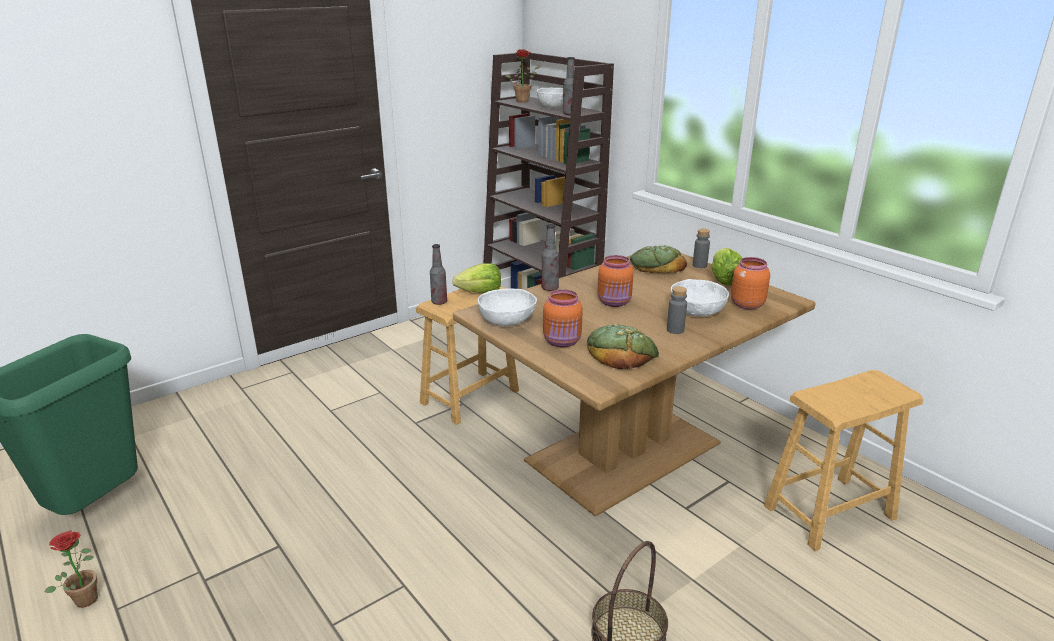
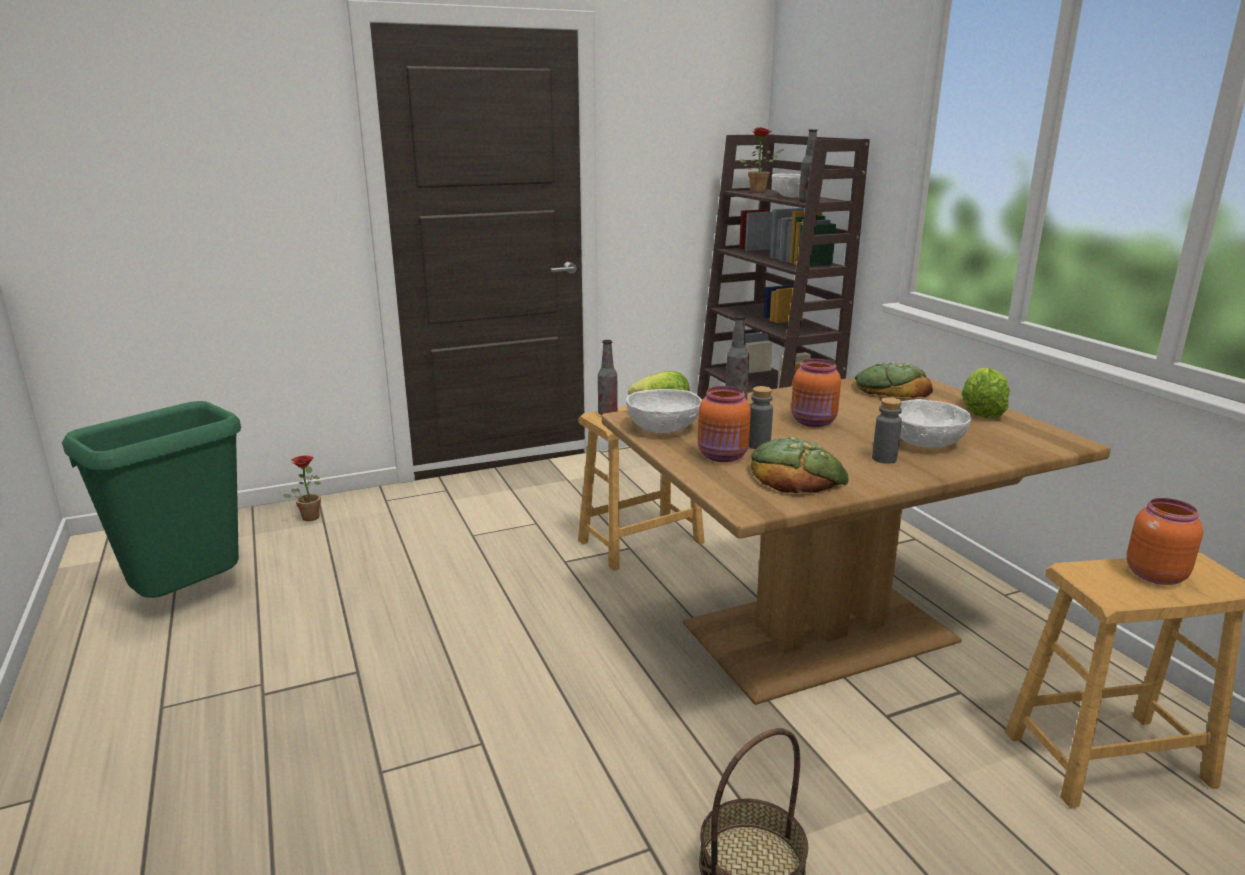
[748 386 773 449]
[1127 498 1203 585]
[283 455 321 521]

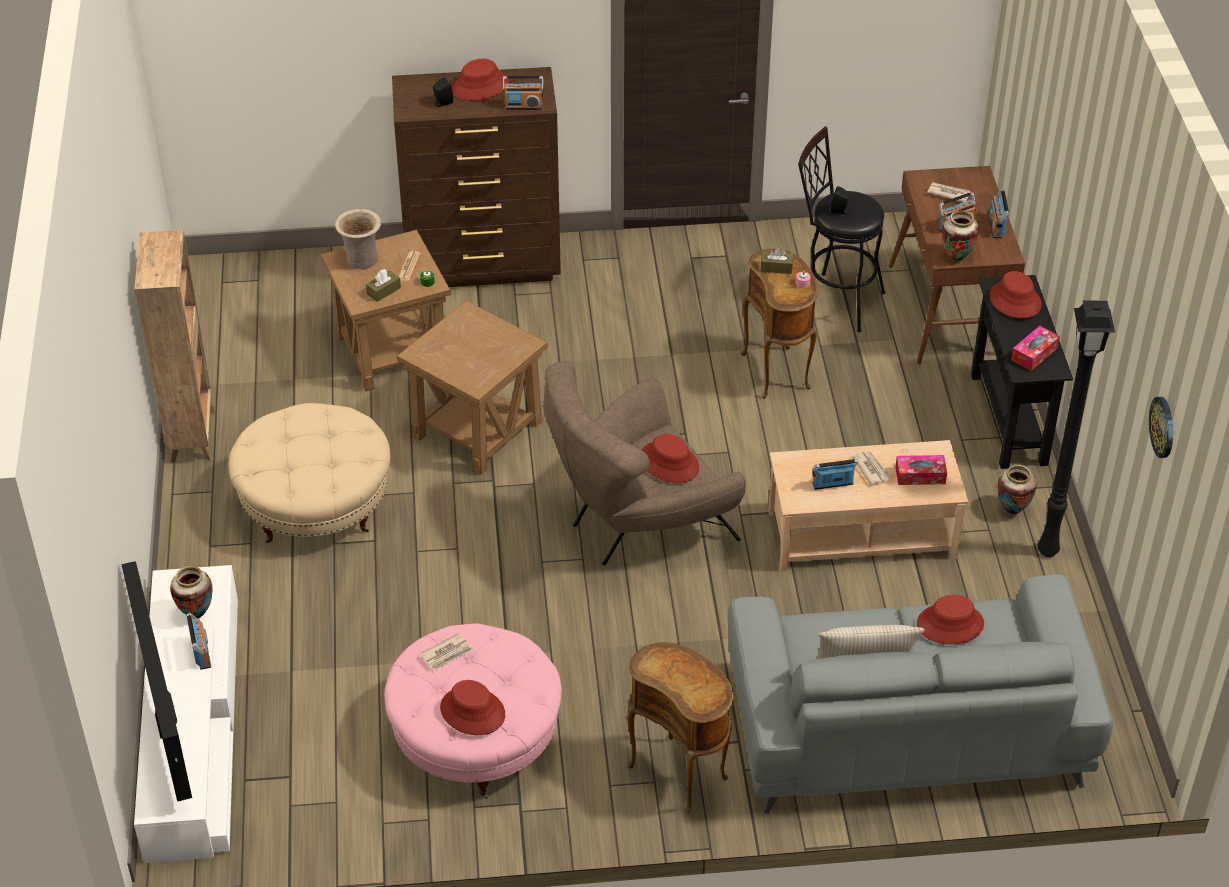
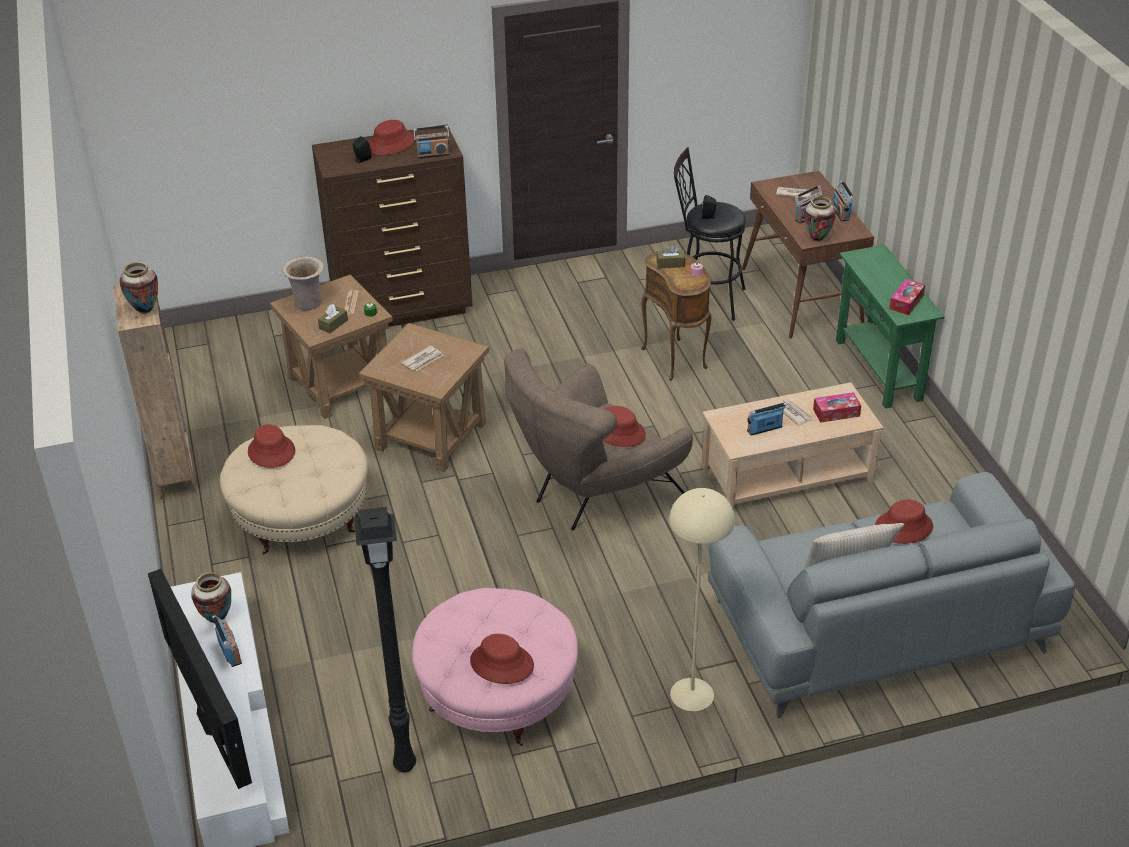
[248 424 295 468]
[836 245 945 409]
[354 507 416 772]
[1149 397 1173 458] (first image)
[120 262 158 314]
[402 346 443 371]
[669 488 735 711]

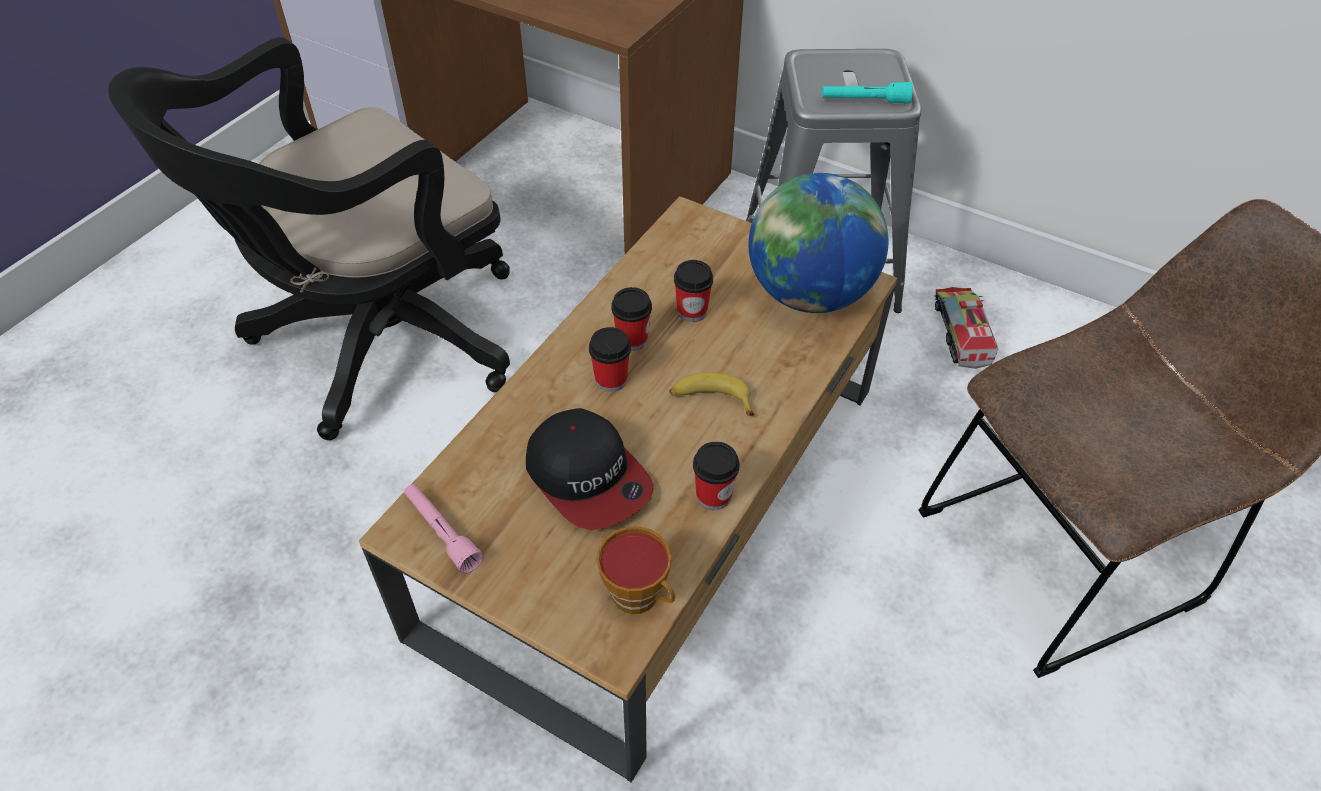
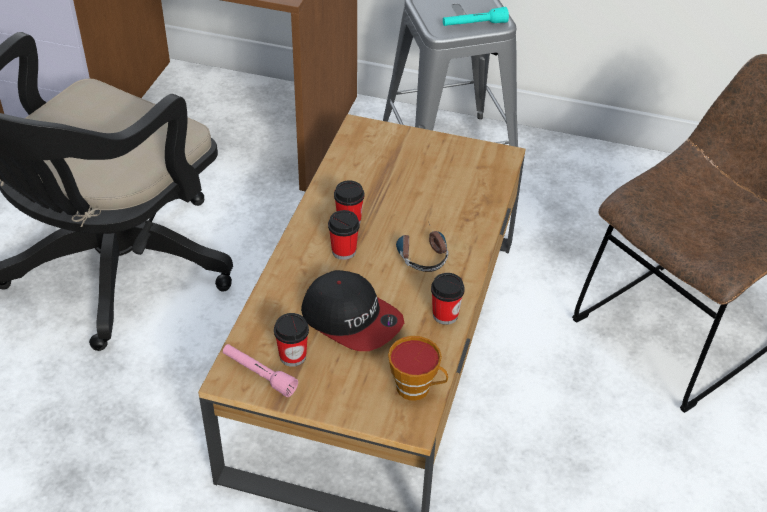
[749 173 888 313] (first image)
[274 313 309 367]
[935 287 999 369] (first image)
[396 224 449 272]

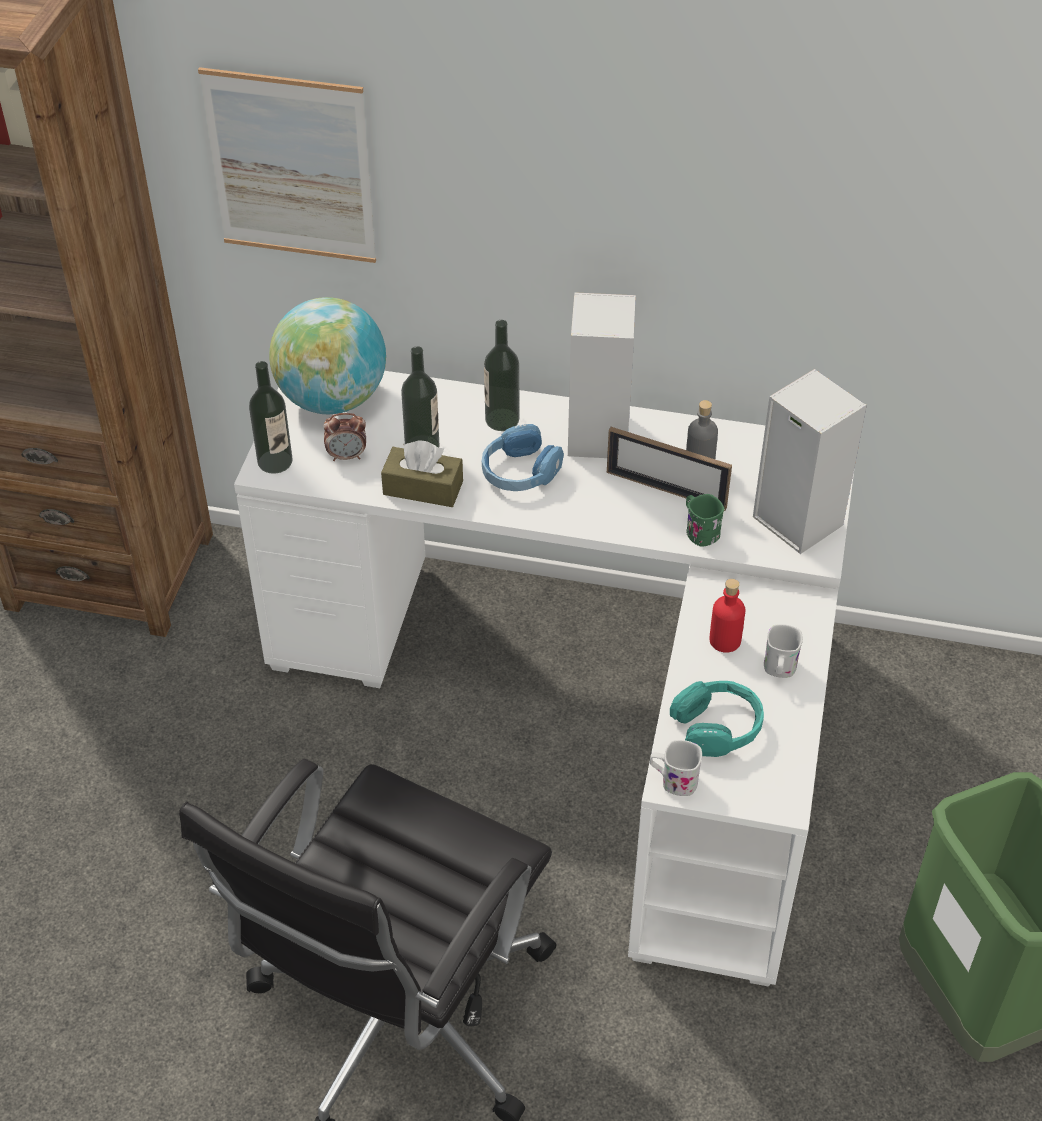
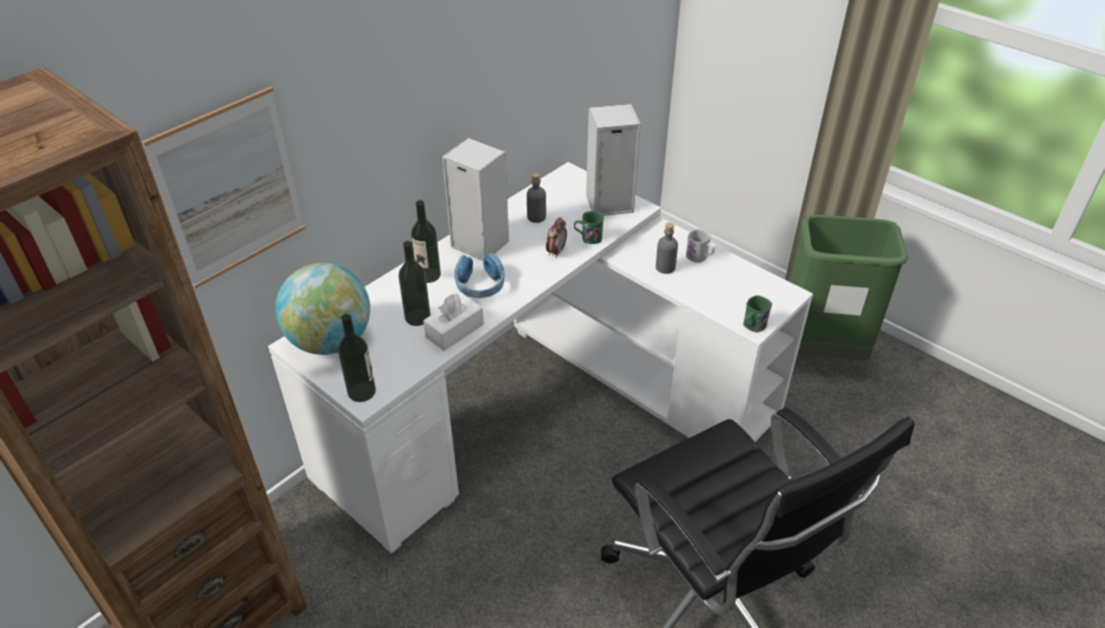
[546 217 567 258]
[607 427 732 511] (first image)
[423 293 484 351]
[656 223 678 274]
[670 681 764 757] (first image)
[743 295 772 332]

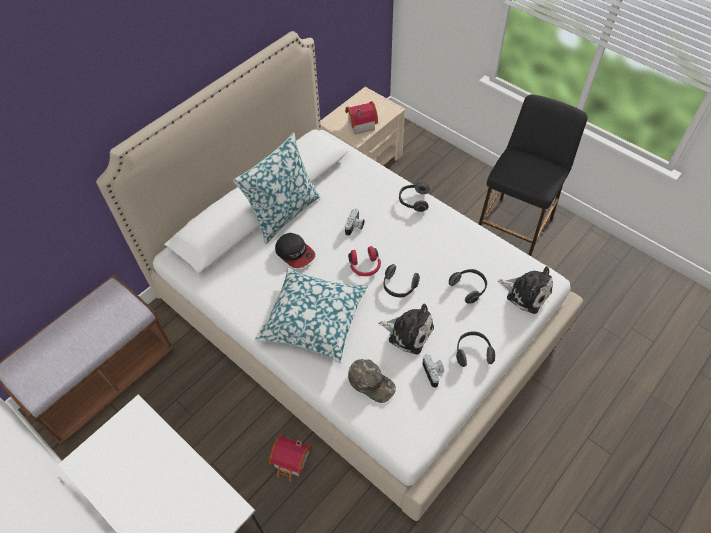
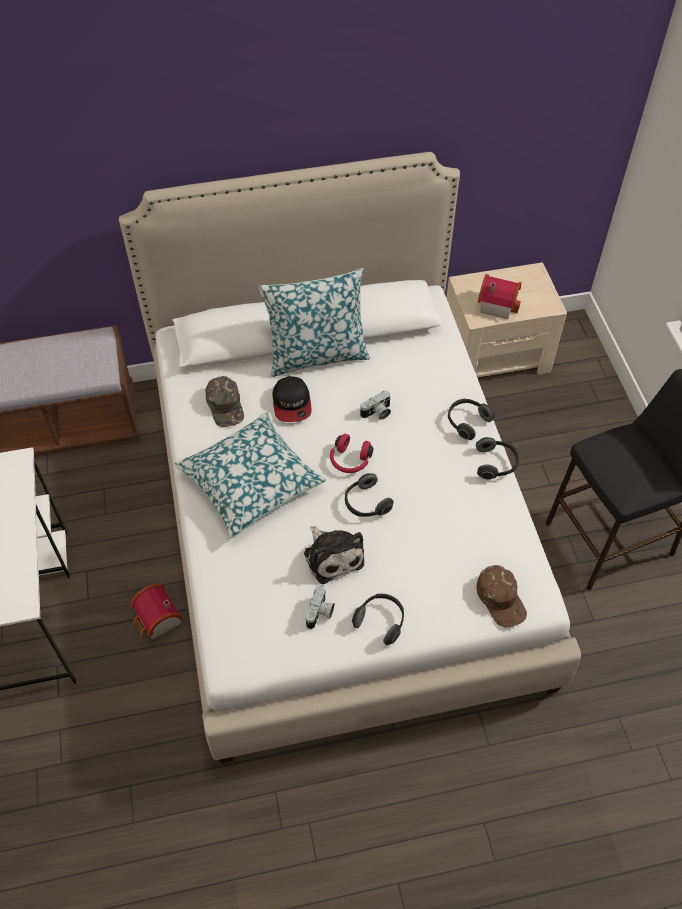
[477 565 527 628]
[476 437 519 480]
[205 376 244 427]

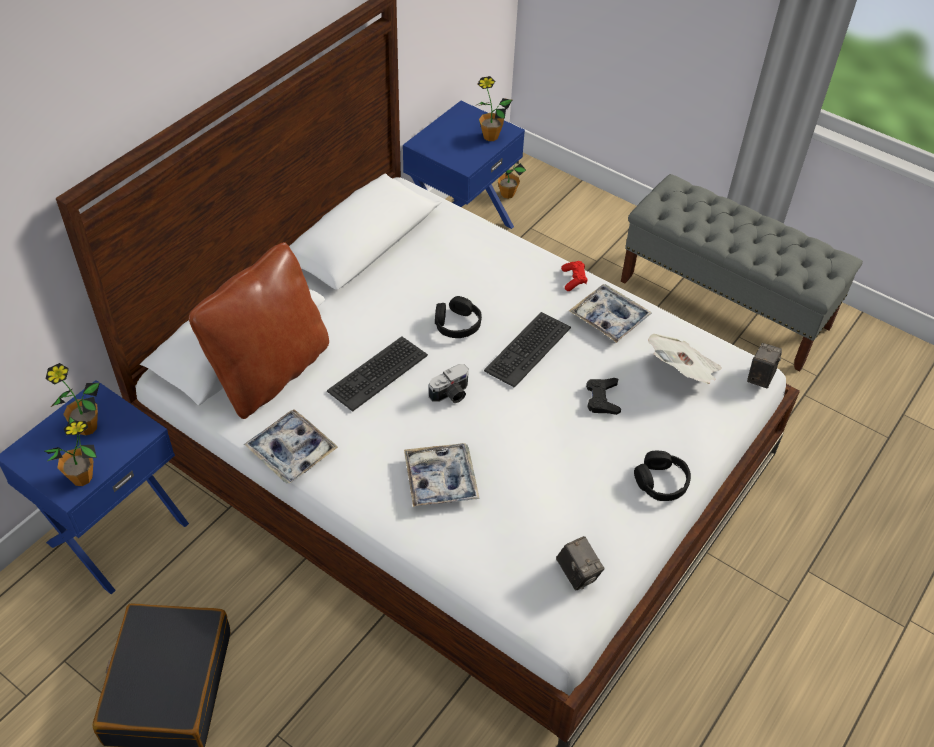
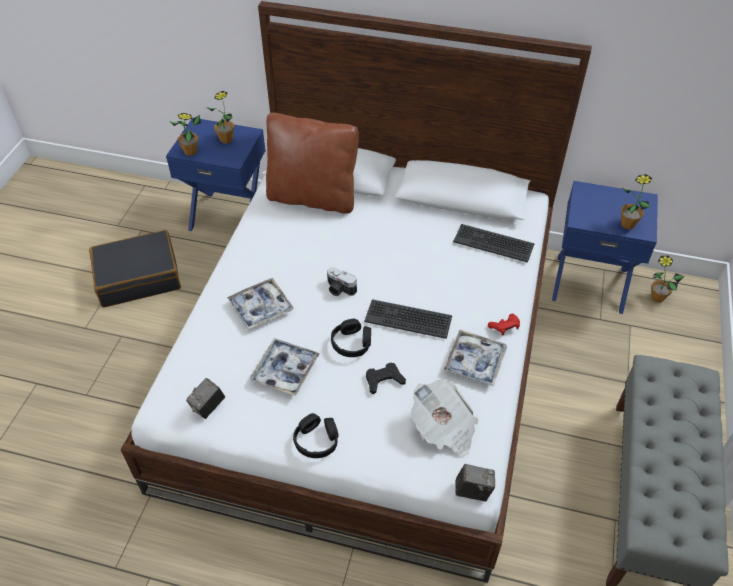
[331 319 371 357]
[453 224 534 263]
[250 338 320 396]

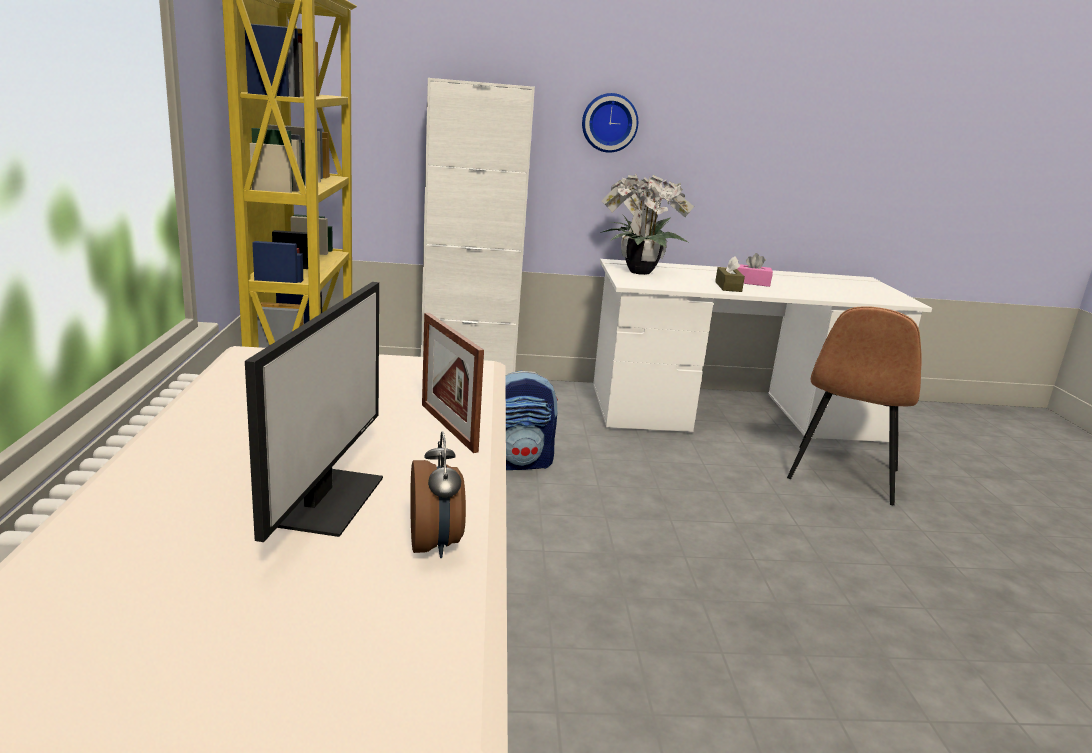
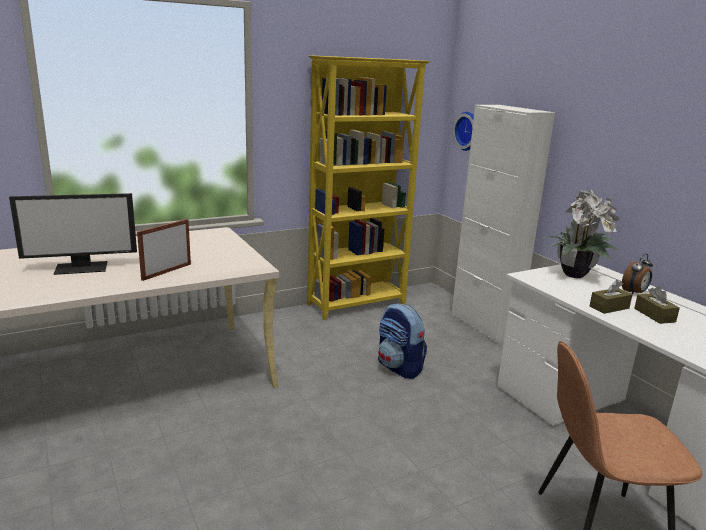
[453 112 474 151]
[634 286 680 324]
[622 254 653 294]

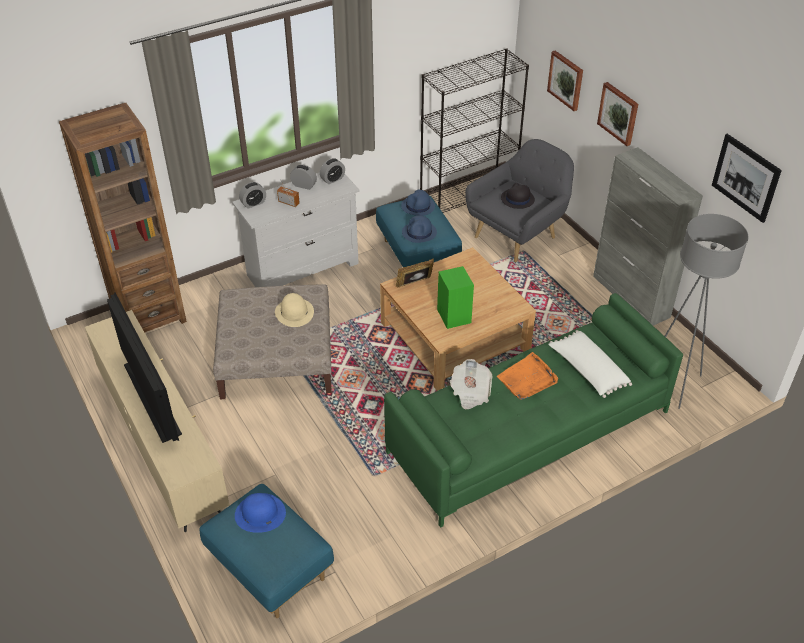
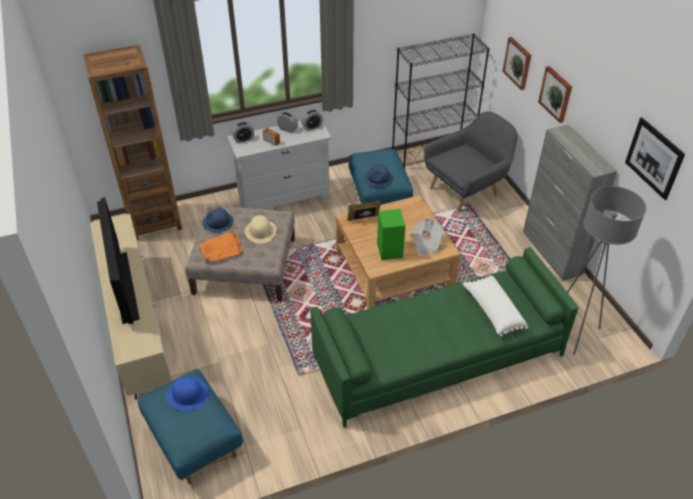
[501 183 535 209] (first image)
[203 207 234 232]
[199 230 243 263]
[411 218 444 255]

